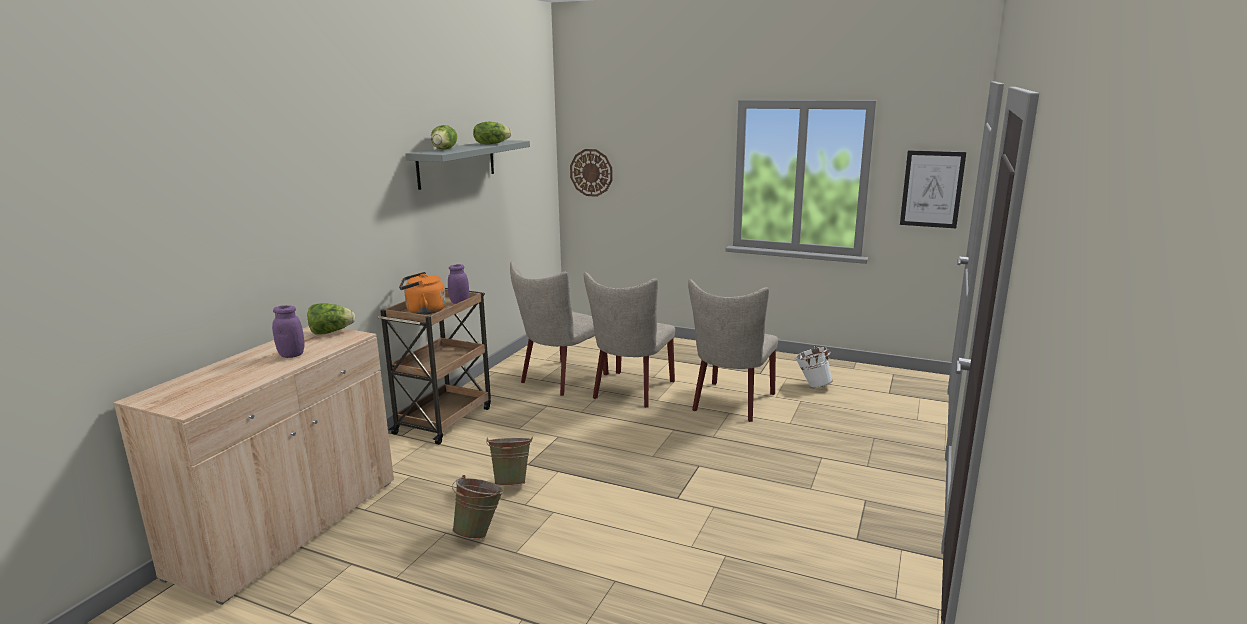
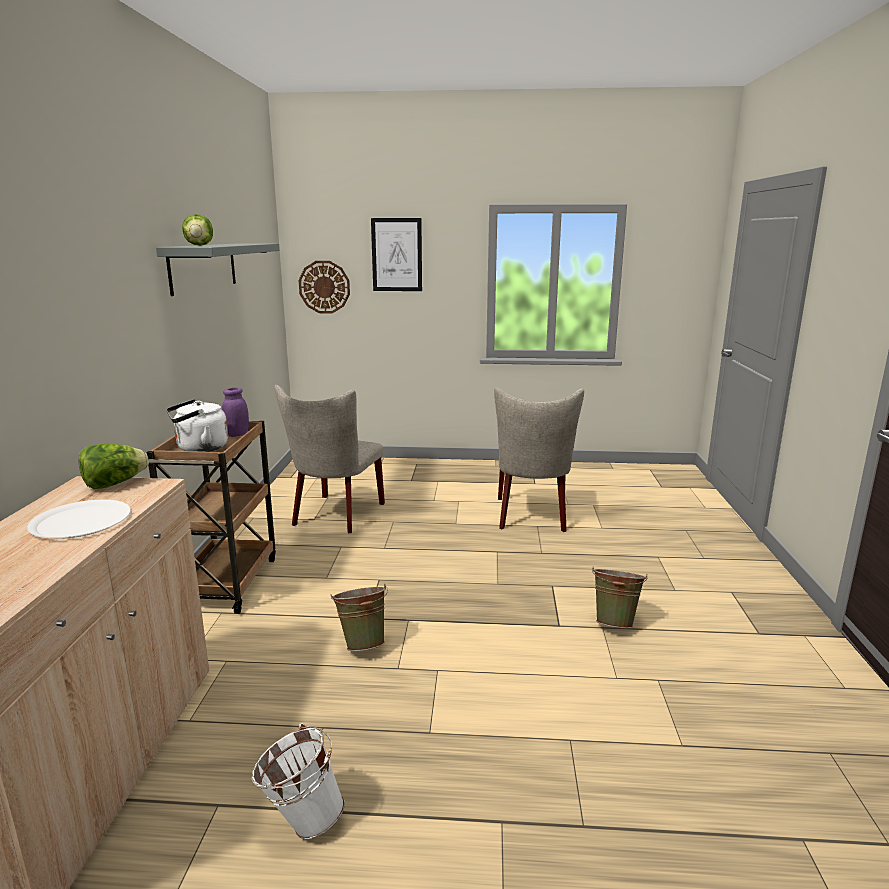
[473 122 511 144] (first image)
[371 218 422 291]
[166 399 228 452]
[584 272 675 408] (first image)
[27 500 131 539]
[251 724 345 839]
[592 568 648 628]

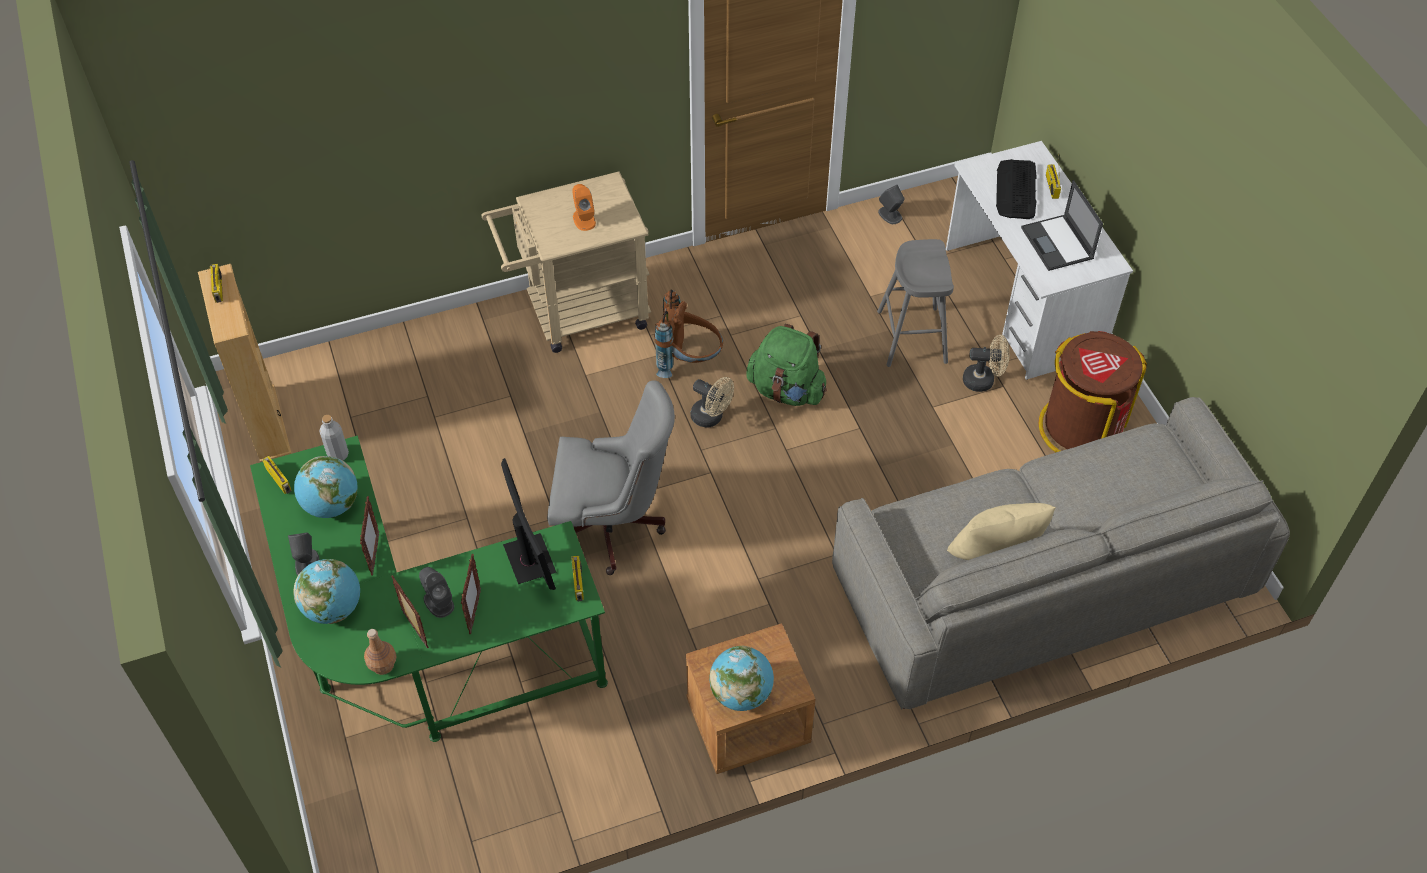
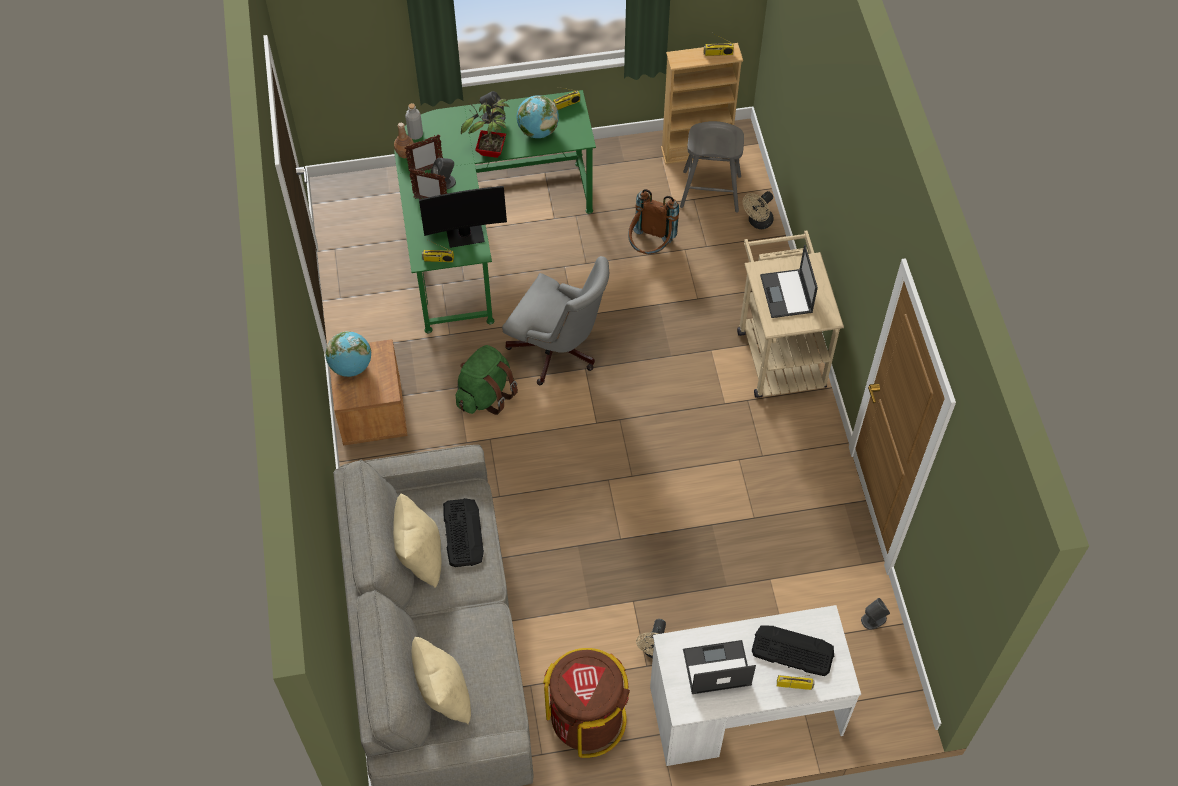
[760 245 818 318]
[680 121 744 213]
[628 189 679 254]
[456 345 518 415]
[743 191 774 229]
[502 256 609 385]
[405 103 423 140]
[461 96 510 158]
[293 559 360 624] (first image)
[443 498 484 567]
[412 637 471 724]

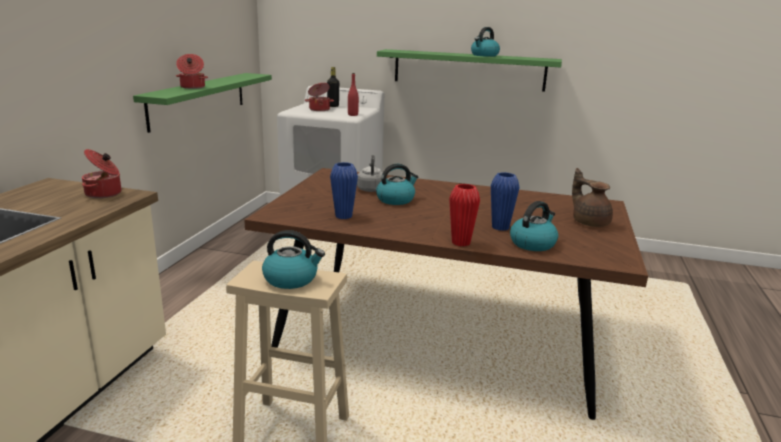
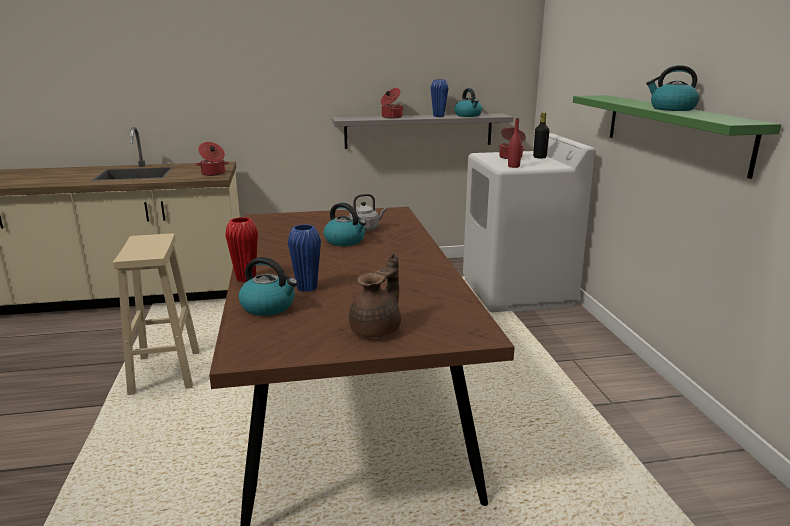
[332 114 513 149]
[431 79 448 117]
[454 88 482 117]

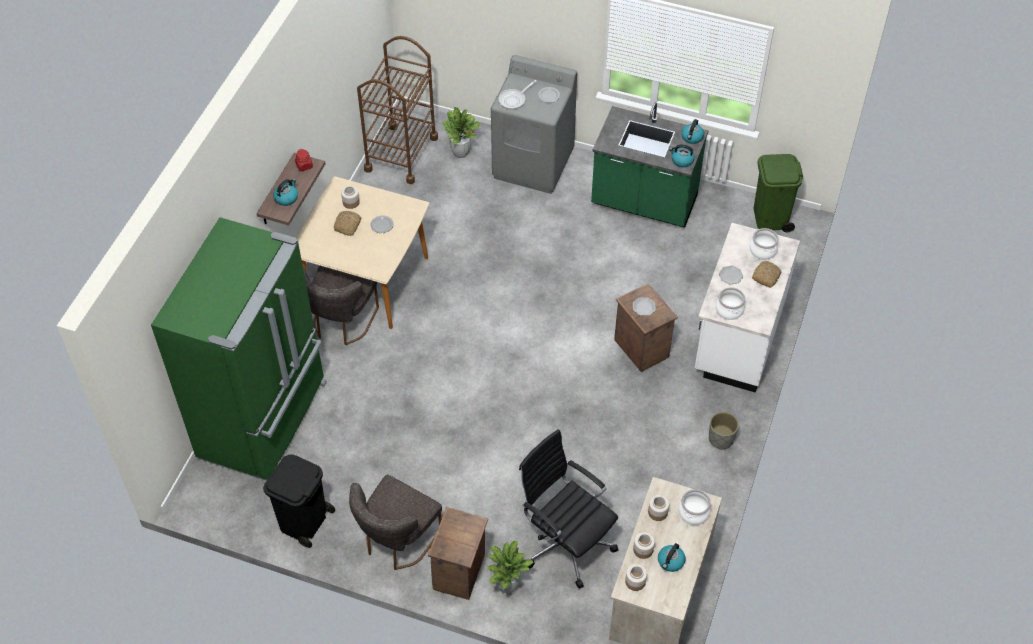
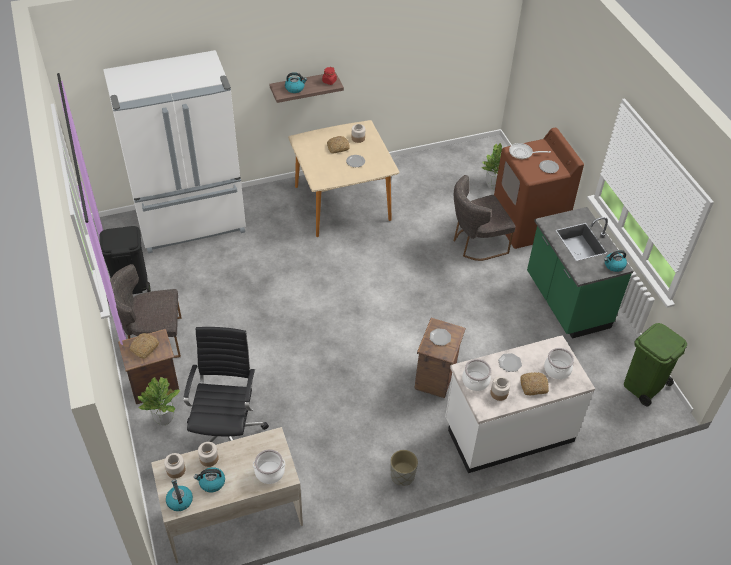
[357 36 438 184] (first image)
[494 128 584 249]
[166 479 193 511]
[103 50 246 253]
[454 175 515 261]
[490 377 510 401]
[130 333 159 359]

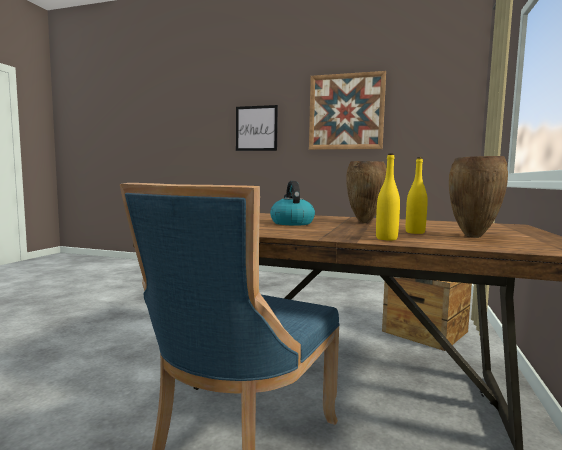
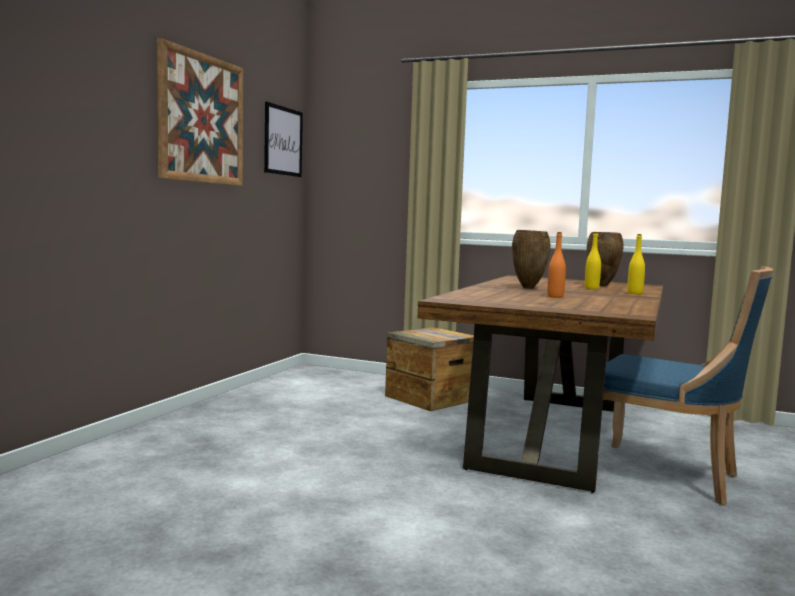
[264 102 303 177]
[547 232 566 298]

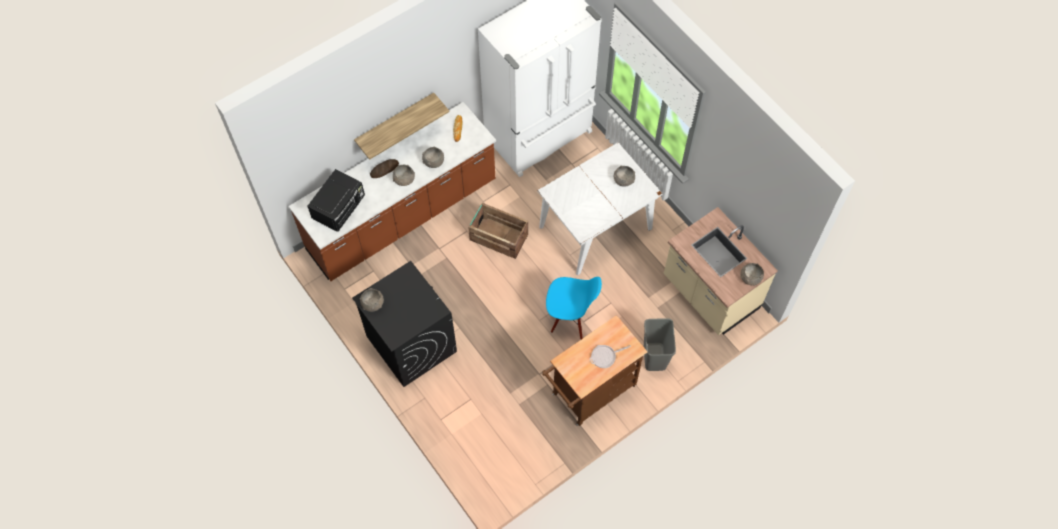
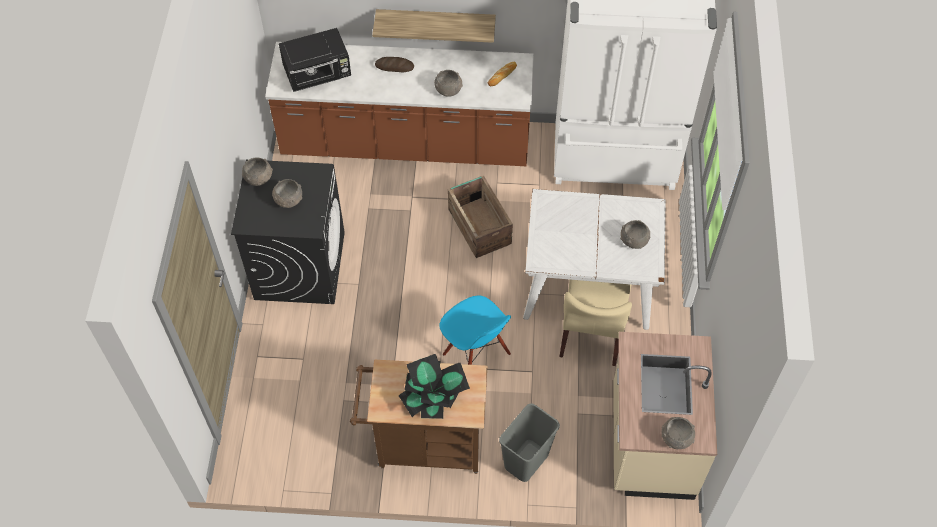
[272 179 302 208]
[399 354 470 419]
[559 280 632 366]

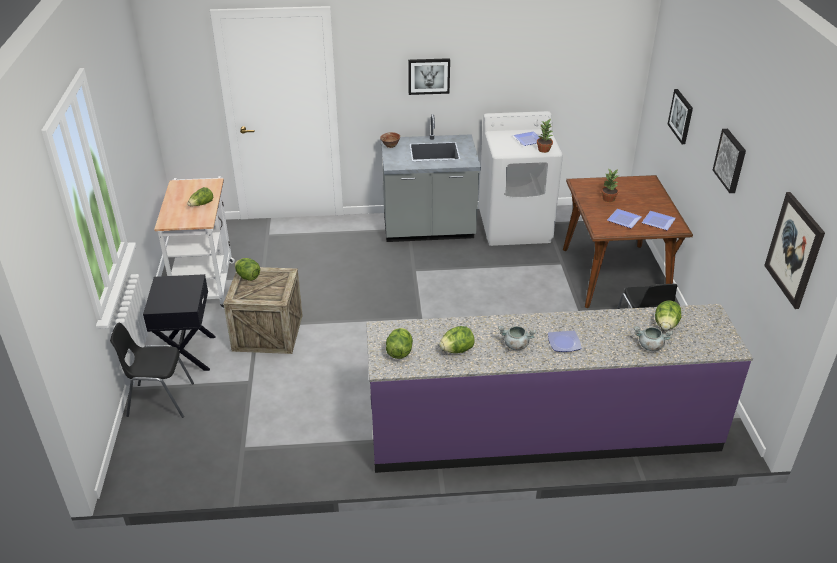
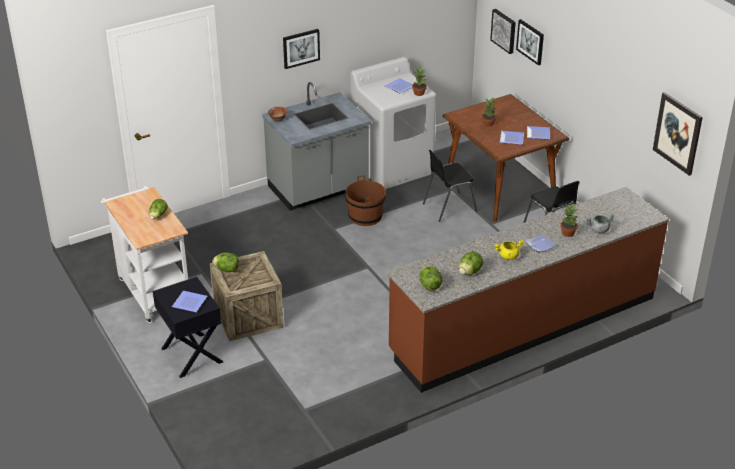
[490 9 516 54]
[655 300 681 330] (first image)
[387 187 669 393]
[423 150 477 222]
[494 240 524 260]
[345 175 386 226]
[560 204 578 237]
[172 291 207 312]

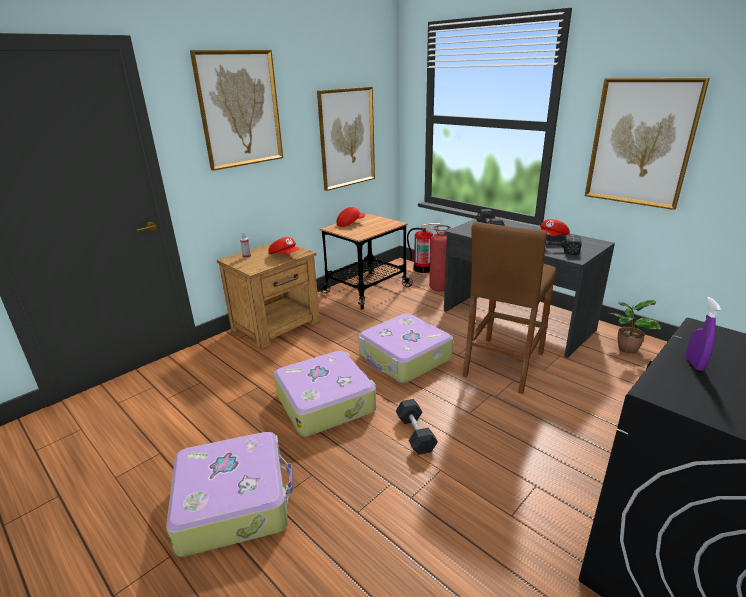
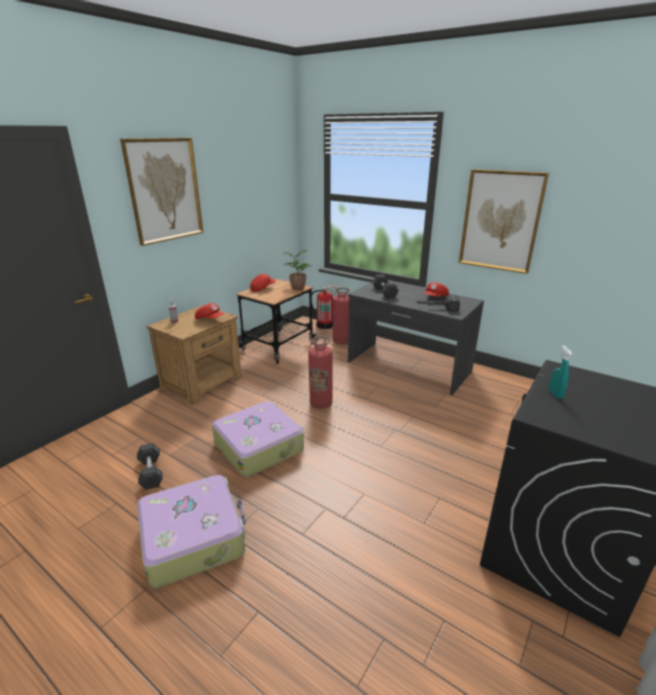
[317 87 375 191] (first image)
[462 222 556 394] (first image)
[549 345 572 399]
[282 250 312 290]
[308 337 333 409]
[137 443 163 490]

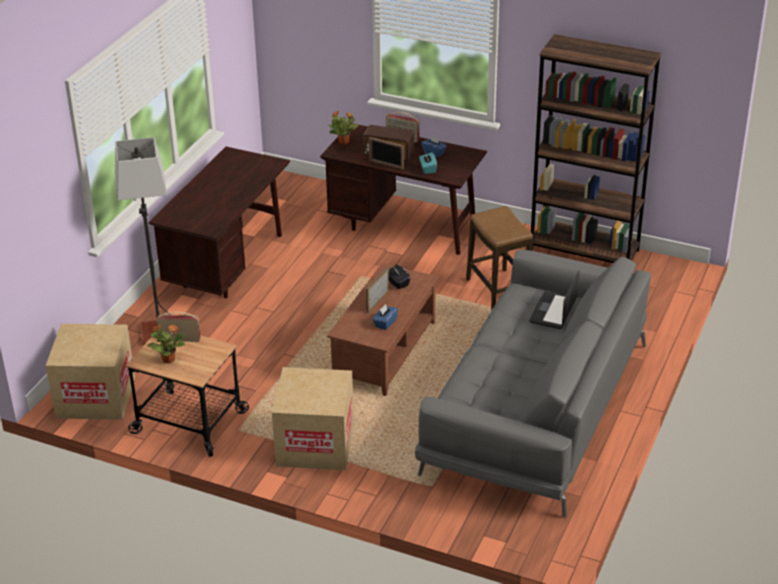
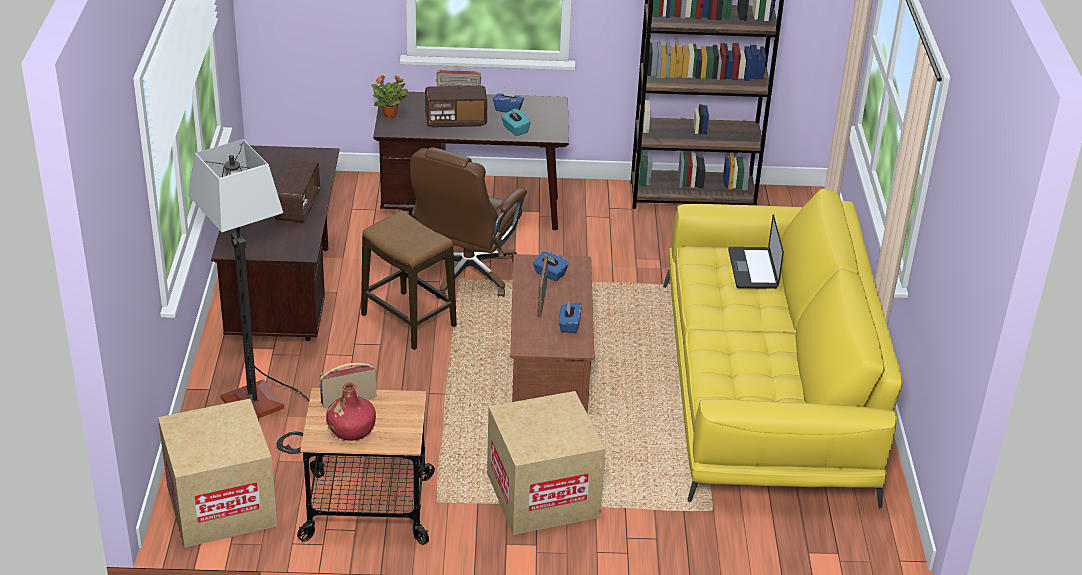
[369 137 404 170] (first image)
[361 211 457 350]
[663 189 903 508]
[533 251 569 281]
[326 383 376 441]
[410 147 527 299]
[274 160 320 222]

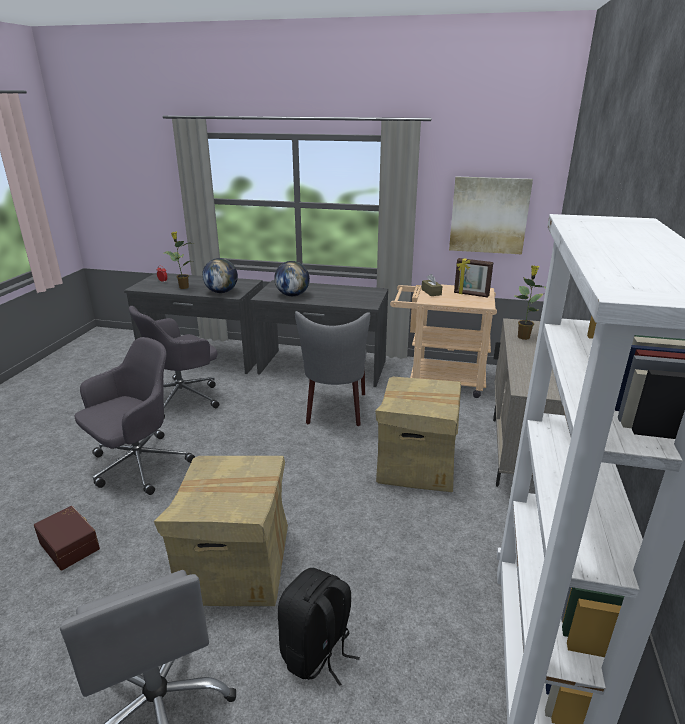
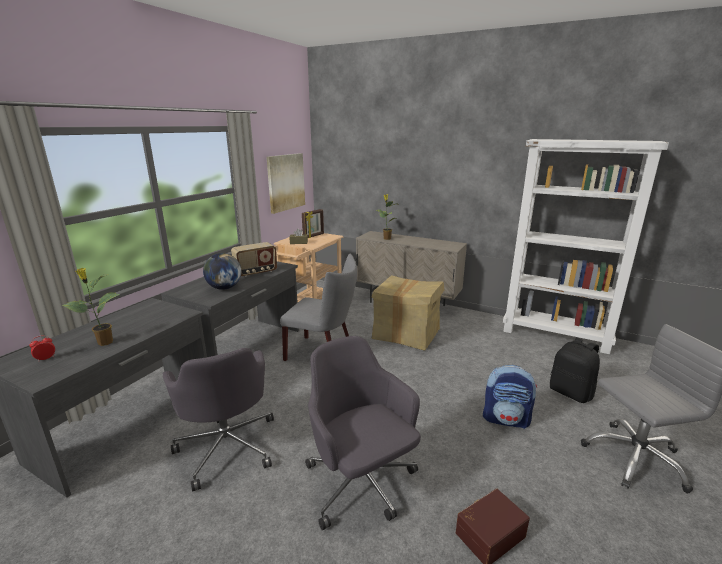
[202 258 238 293] (first image)
[483 365 537 429]
[231 242 277 277]

